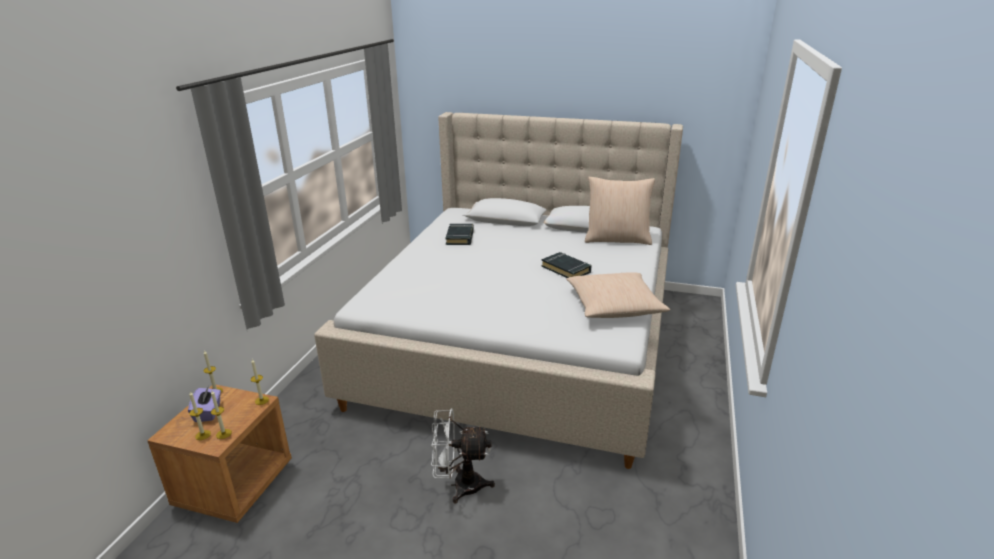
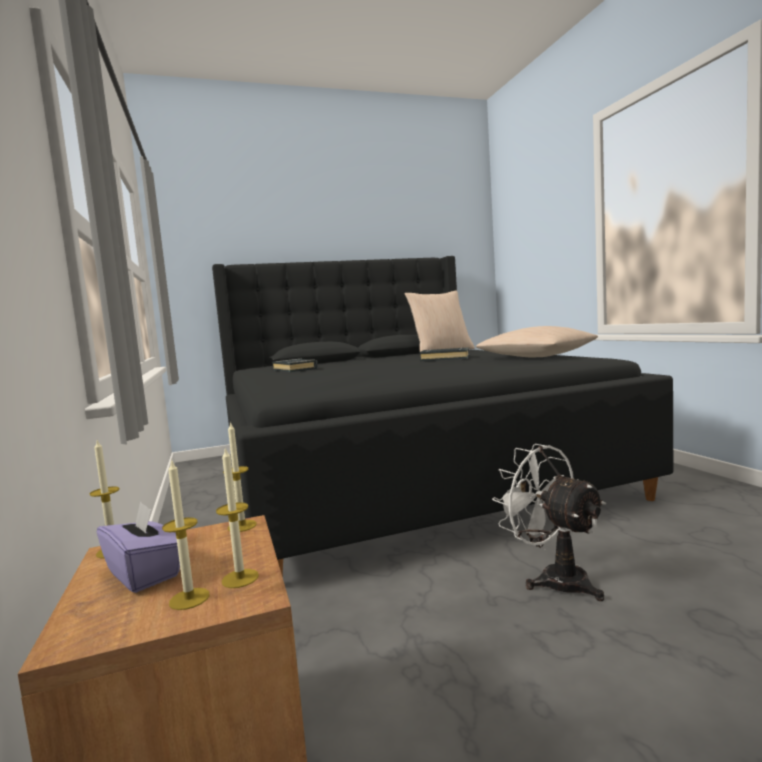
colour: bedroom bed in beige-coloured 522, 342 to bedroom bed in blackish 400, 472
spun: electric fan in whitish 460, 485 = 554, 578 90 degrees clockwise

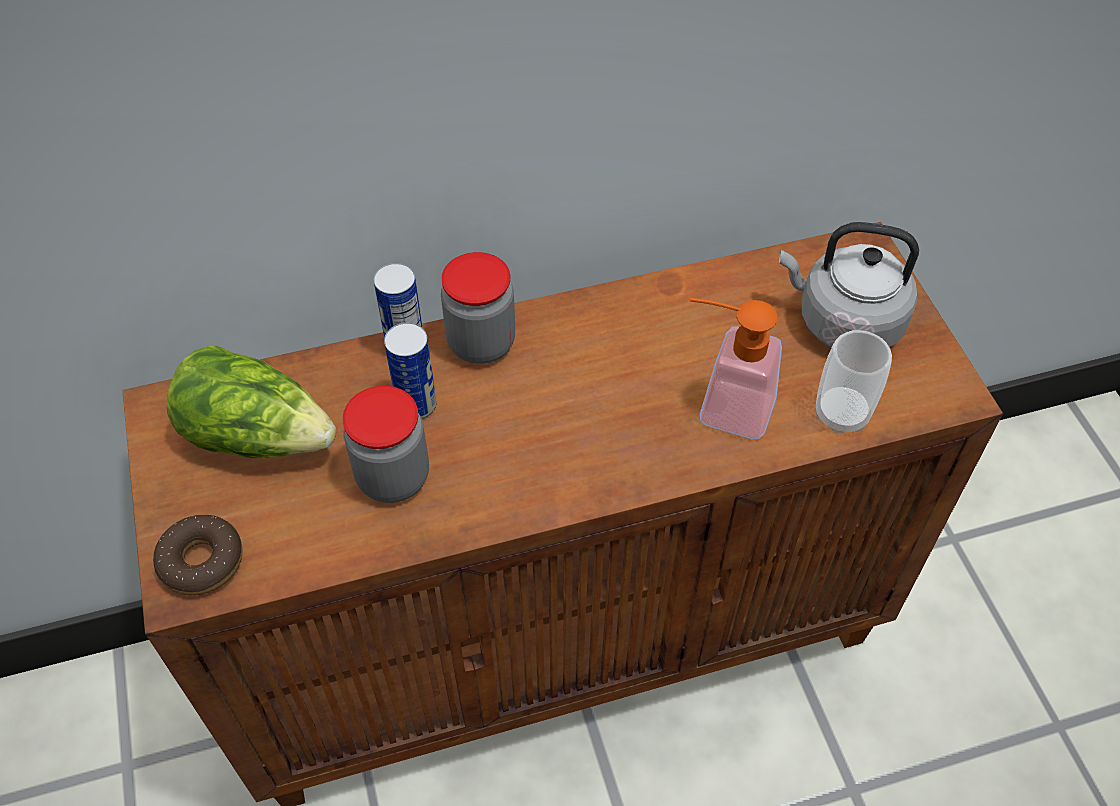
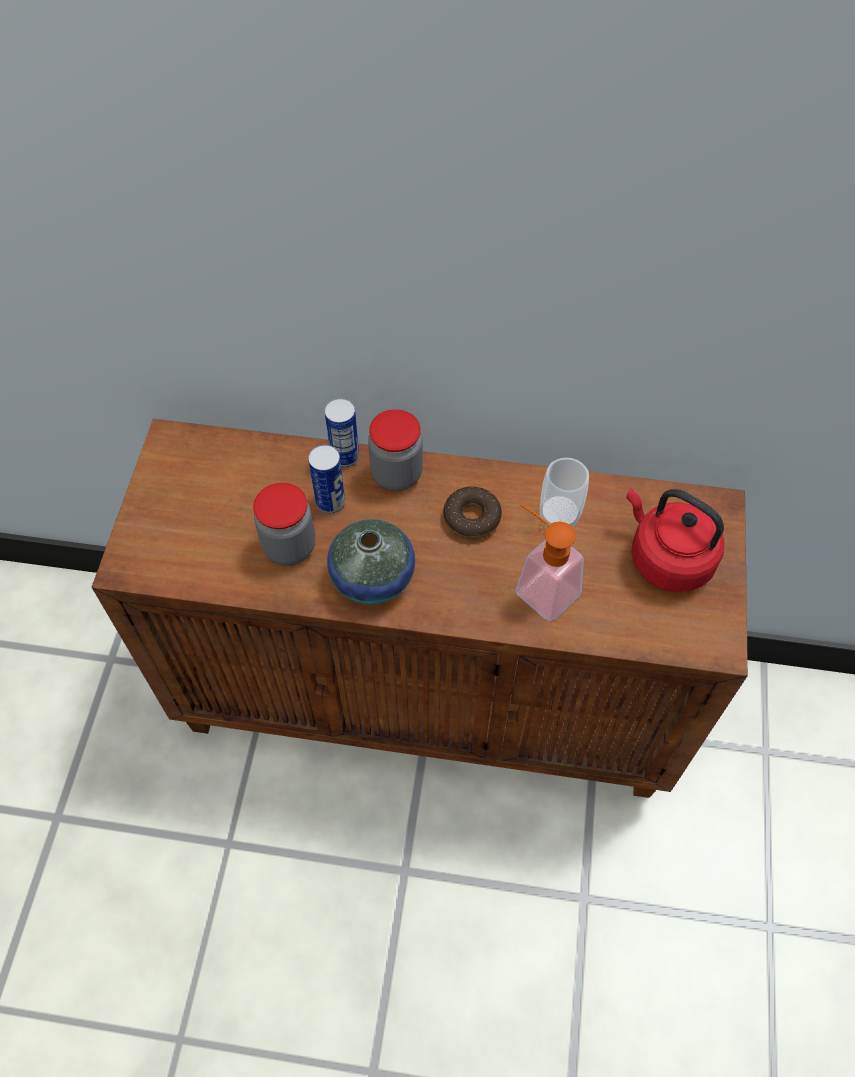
missing: head of lettuce 258, 434
appeared: vase 372, 578
relocated: doughnut 202, 561 to 472, 518; cup 841, 414 to 559, 516
colour: water kettle in grey 843, 322 to water kettle in red 666, 558

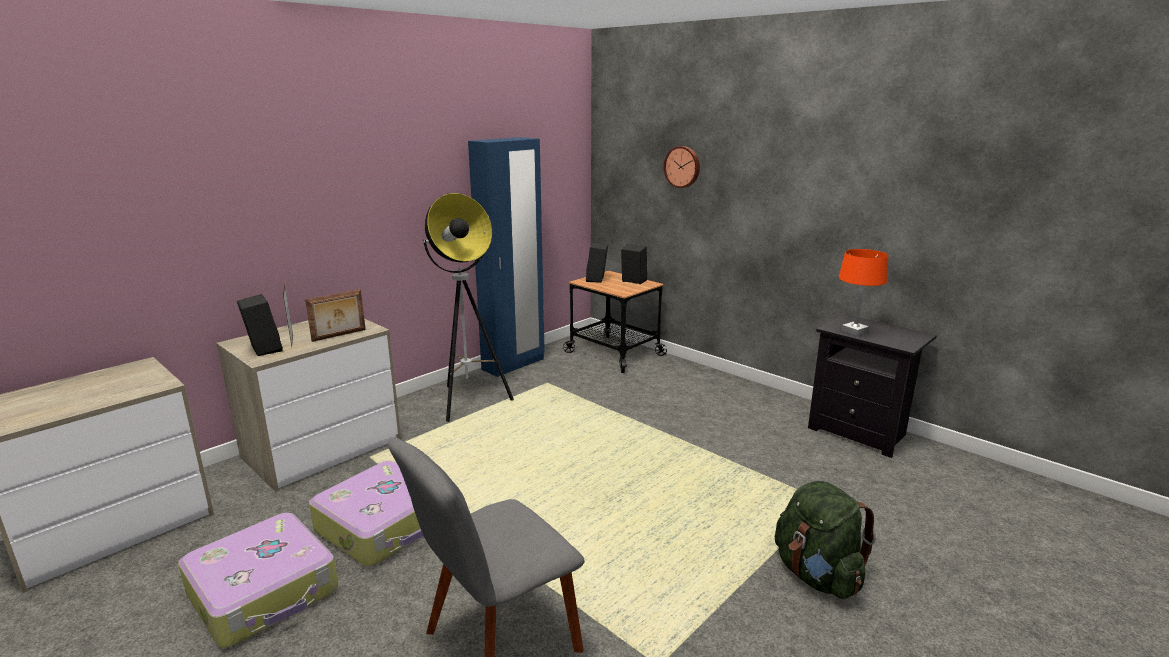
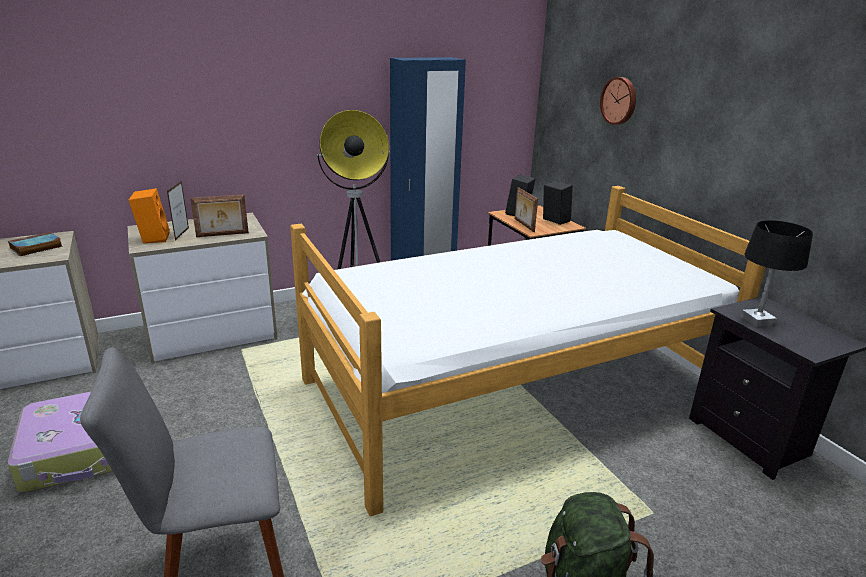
missing: suitcase 383, 525
appeared: book 35, 248; bedroom bed 514, 389; standing frame 523, 225
colour: speaker in blackish 263, 350 to speaker in orangey 153, 238; tabletop lamp in orangey 854, 331 to tabletop lamp in blackish 757, 320

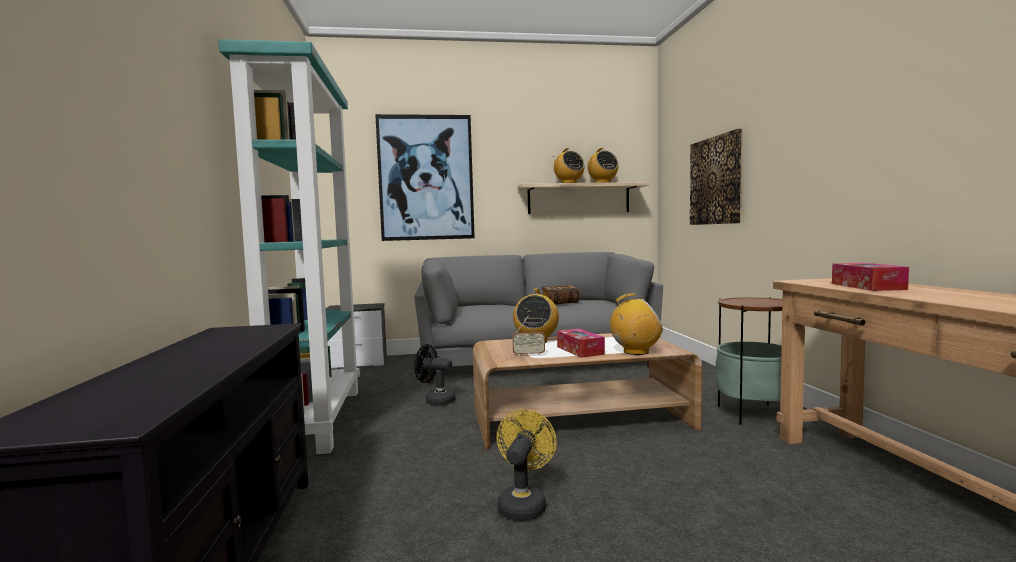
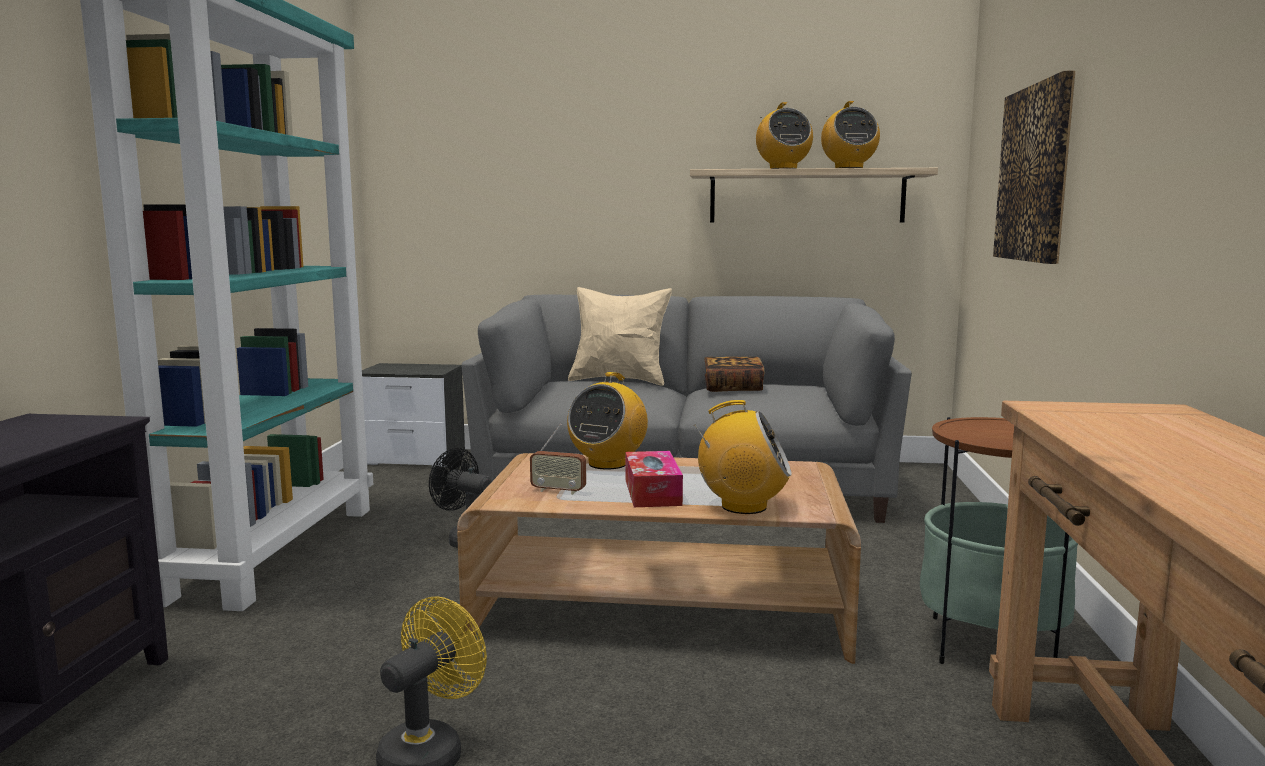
missing: picture 426, 178; box of tissues 867, 286
appeared: throw pillow in beige-coloured 619, 380

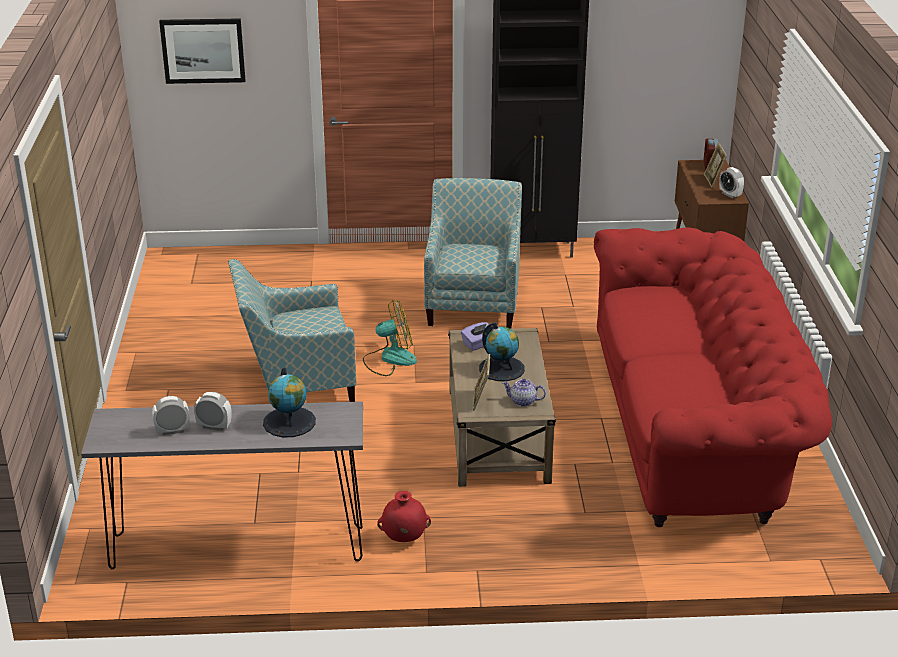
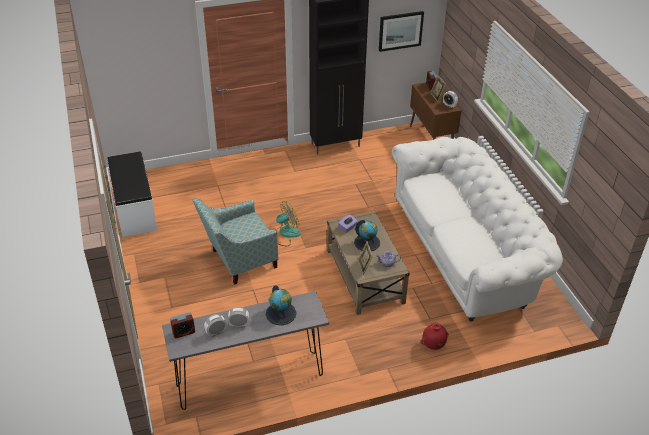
missing: armchair 473, 303
appeared: bench in whitish 134, 209; bedside clock 183, 332
relocated: picture 203, 50 to 400, 31; vase in red 404, 538 to 433, 345
colour: couch in red 696, 428 to couch in whitish 467, 252

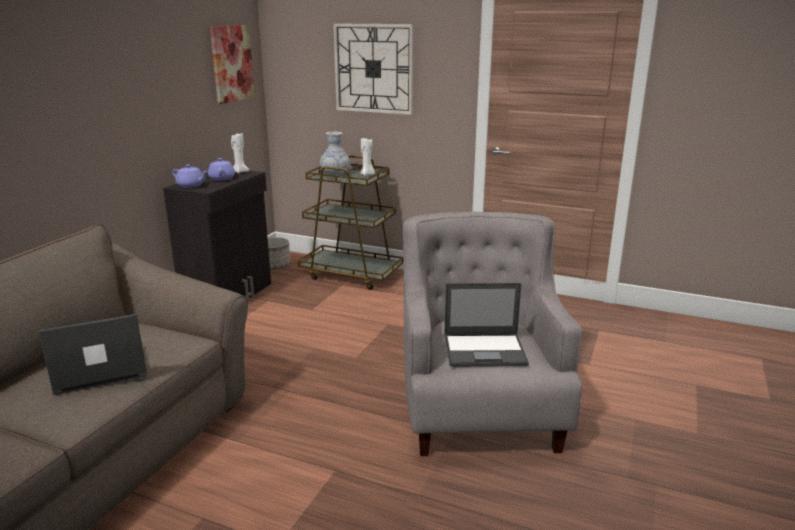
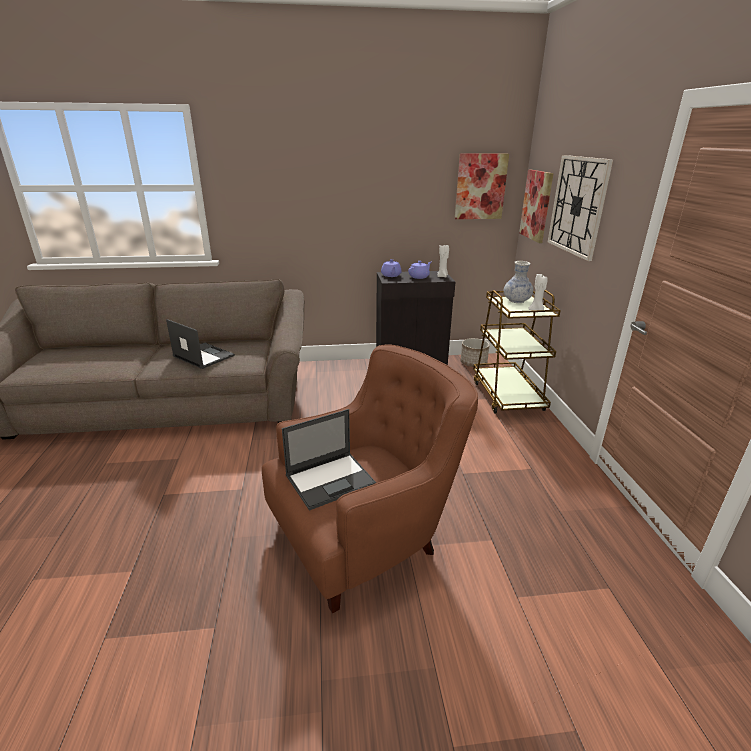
appeared: picture 536, 205
colour: armchair in grey 479, 406 to armchair in brownish 367, 534
spun: notebook computer 485, 350 = 331, 480 90 degrees counterclockwise

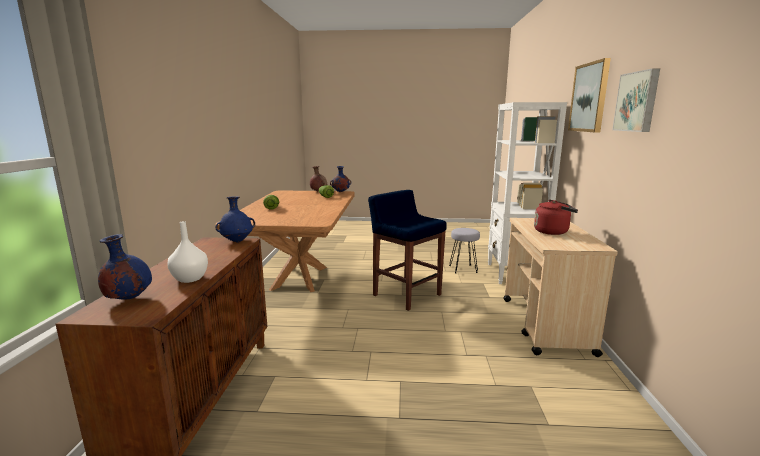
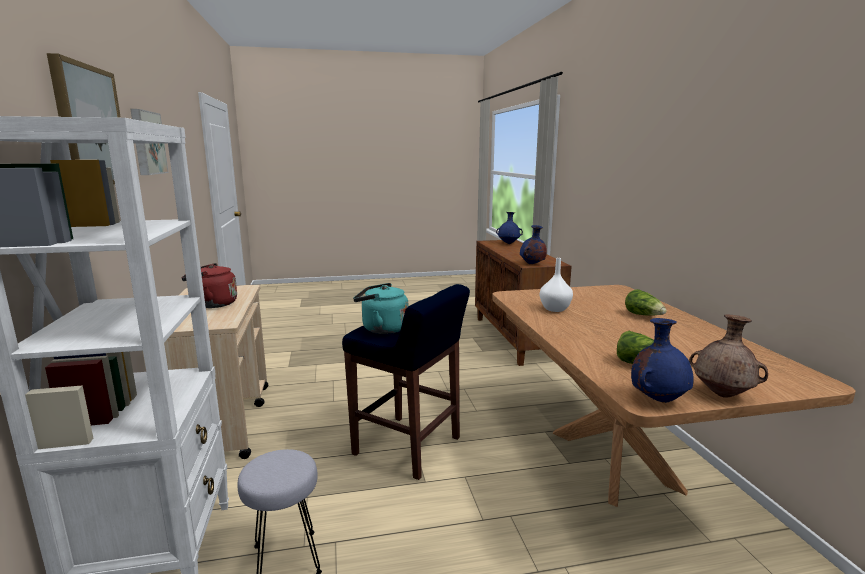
appeared: water kettle in turquoise-coloured 382, 329
relocated: vase in whitish 189, 279 to 555, 309

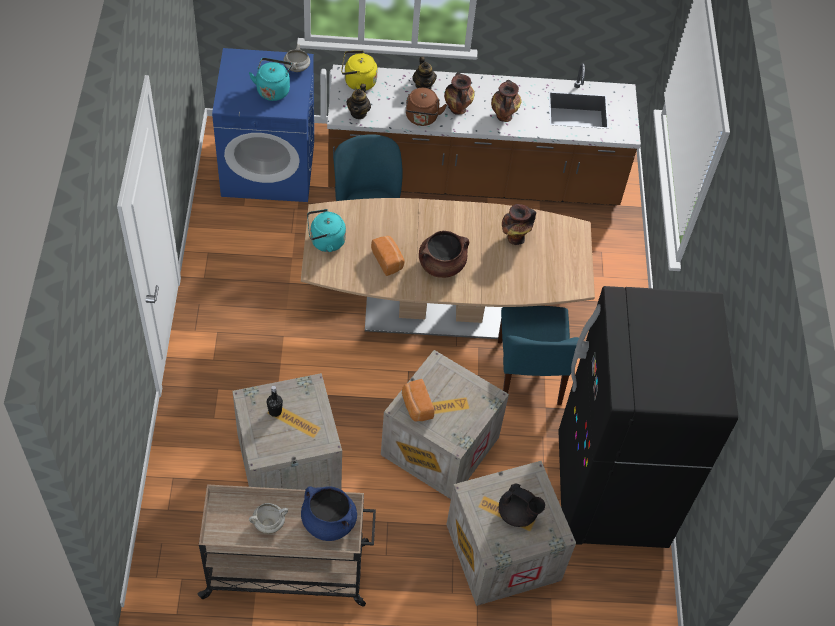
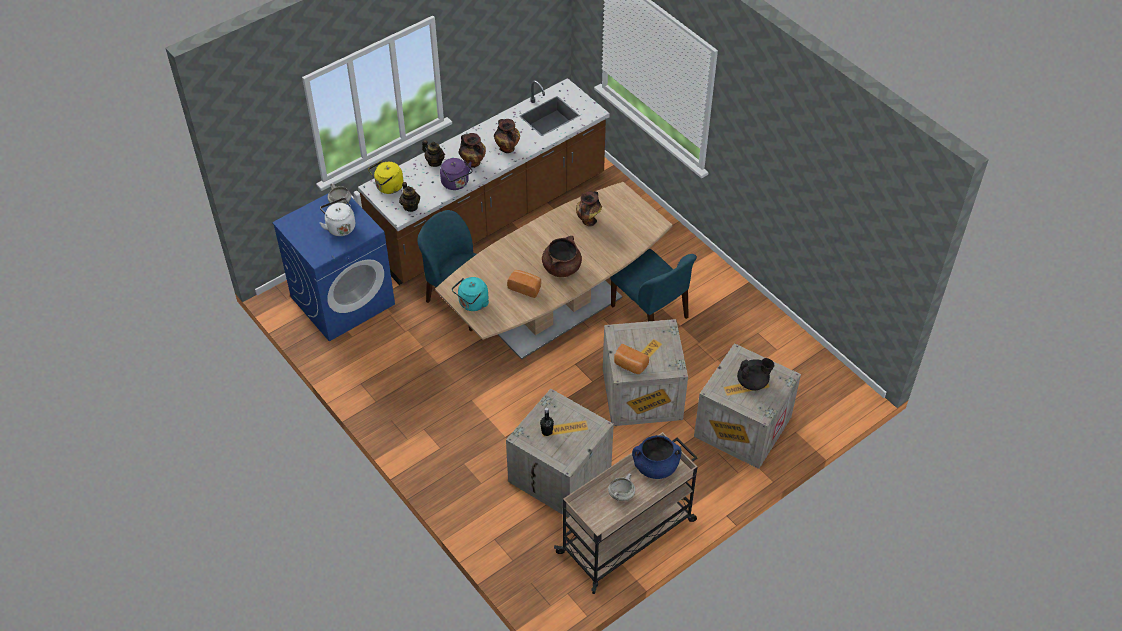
missing: kitchen fridge in blackish 610, 491
colour: water kettle in turquoise-coloured 273, 89 to water kettle in whitish 340, 227; water kettle in brownish 422, 118 to water kettle in purple-coloured 456, 183

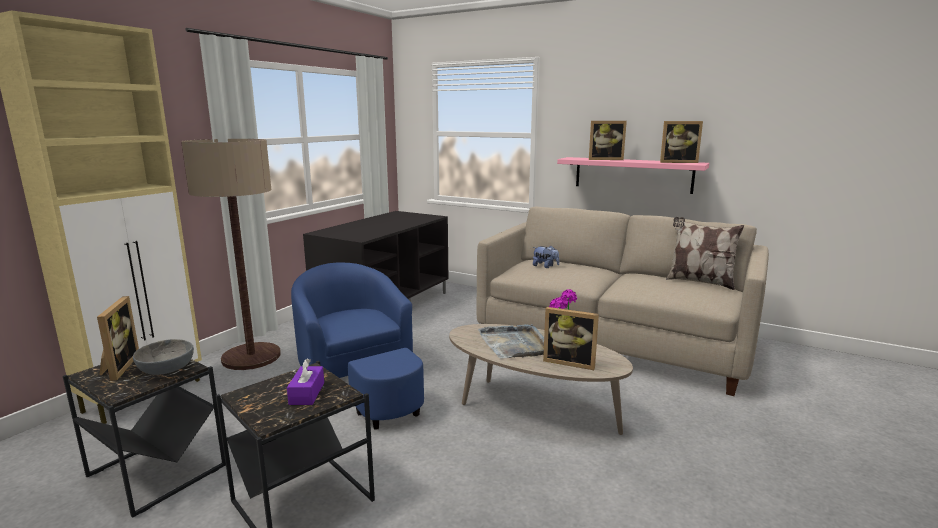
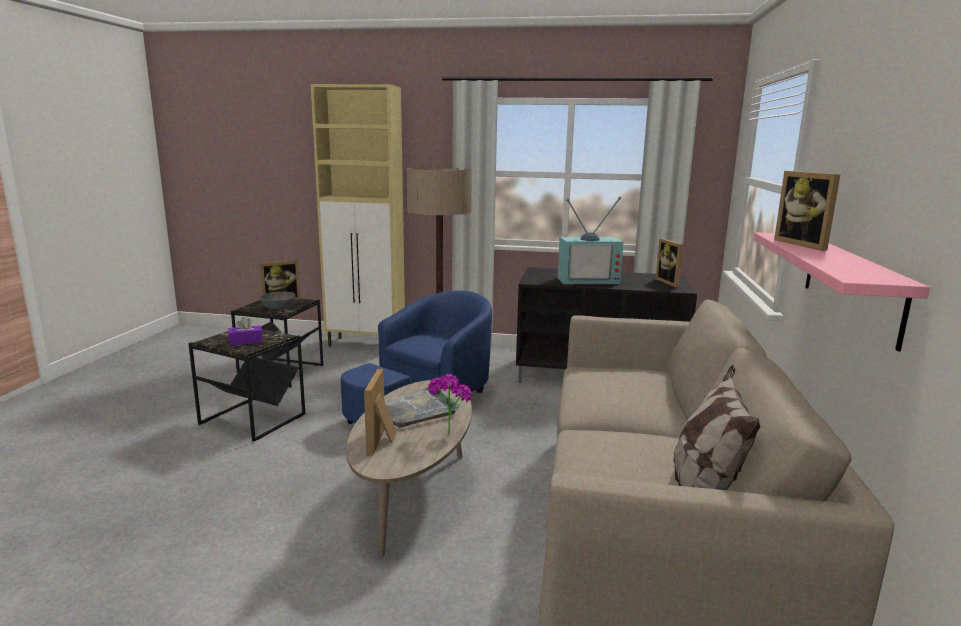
missing: cuddly toy 545, 266
appeared: TV set 588, 280
relocated: standing frame 677, 162 to 670, 282

